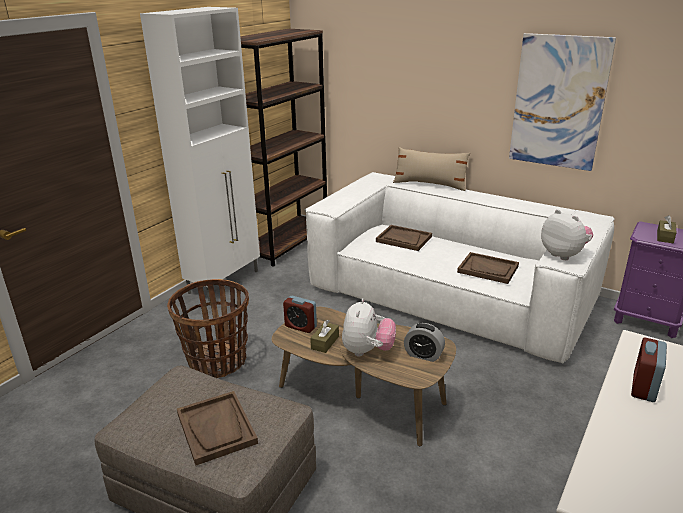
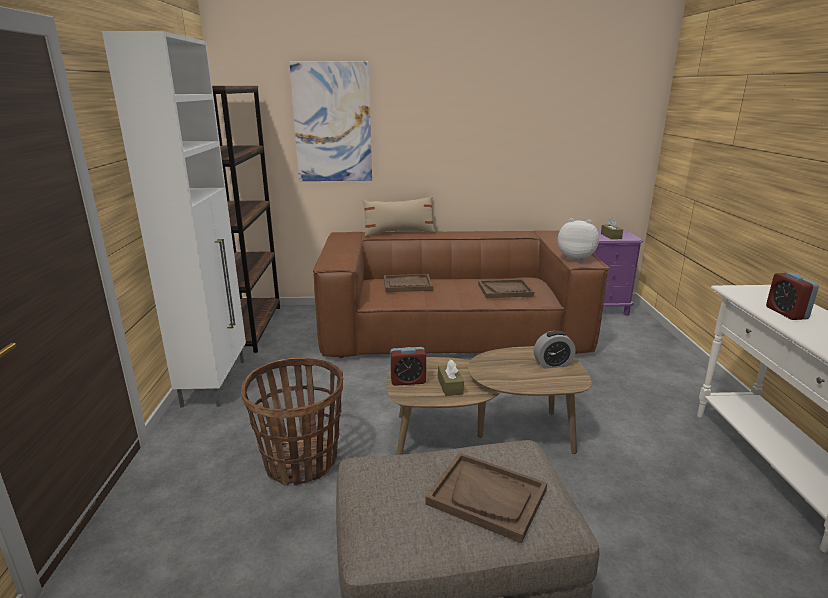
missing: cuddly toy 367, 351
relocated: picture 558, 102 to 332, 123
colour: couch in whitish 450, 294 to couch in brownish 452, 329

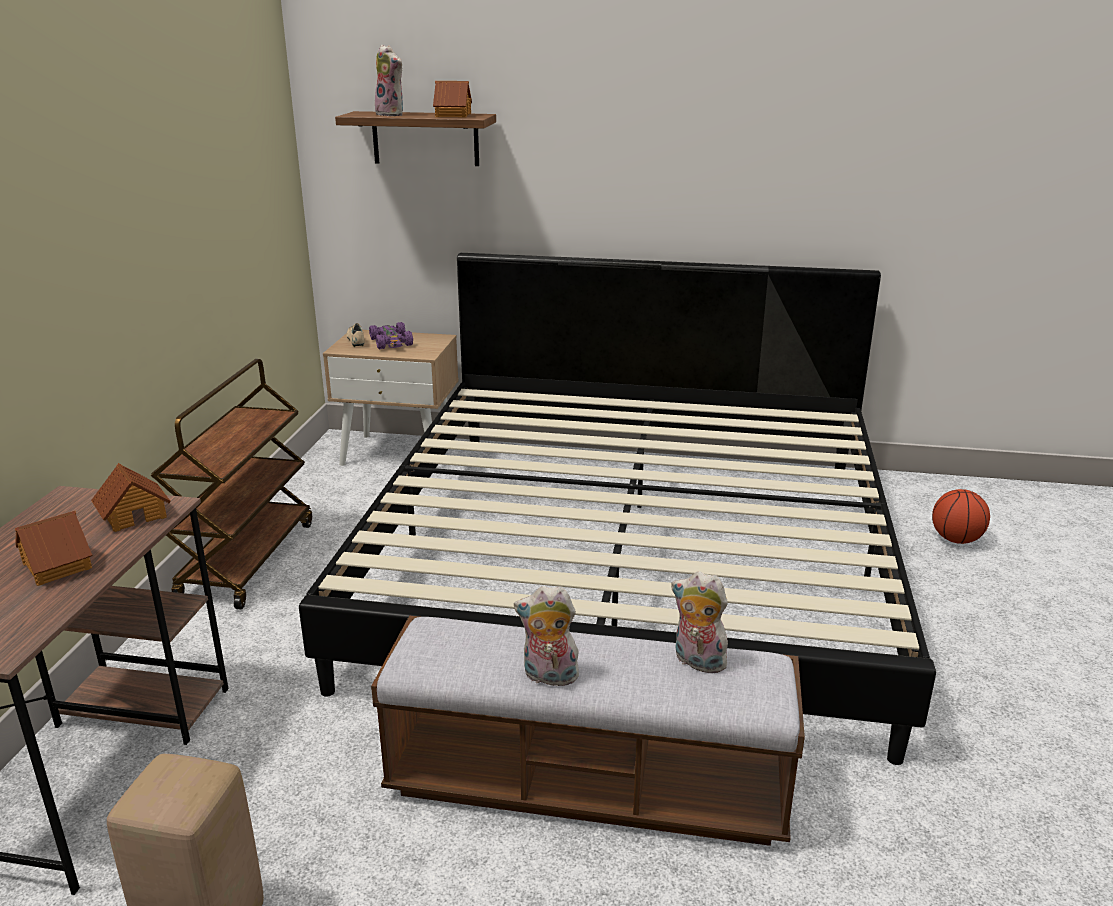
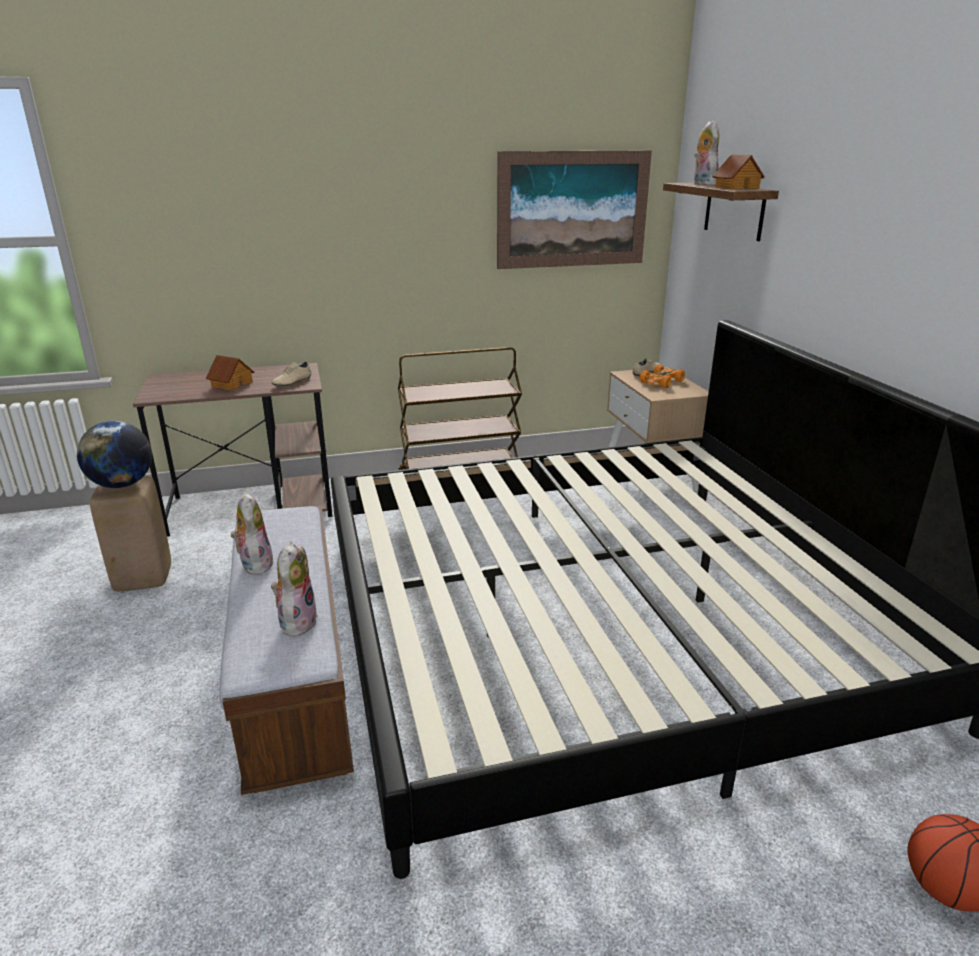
appeared: desk globe 122, 485; picture 573, 209
exchanged: toy house 134, 515 to item of footwear in beige-coloured 292, 382
colour: toy car in purple-coloured 392, 342 to toy car in orangey 661, 382
spun: cuddly toy 392, 114 = 702, 184 150 degrees clockwise

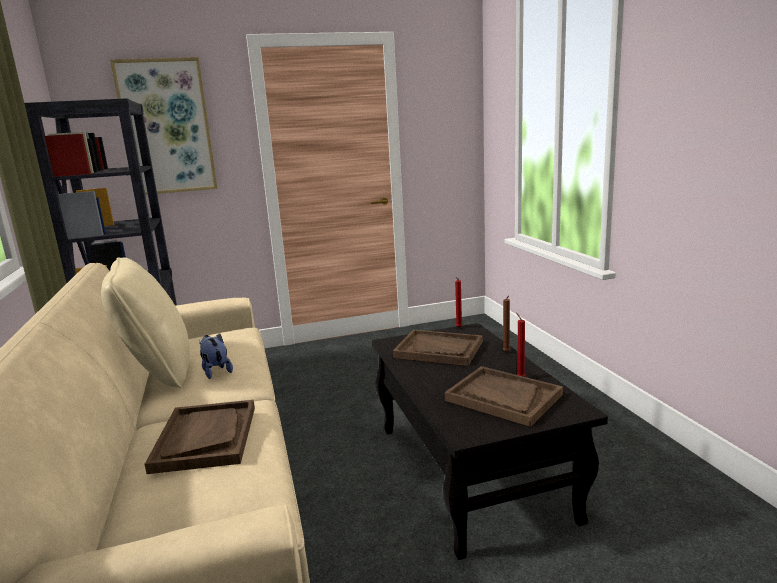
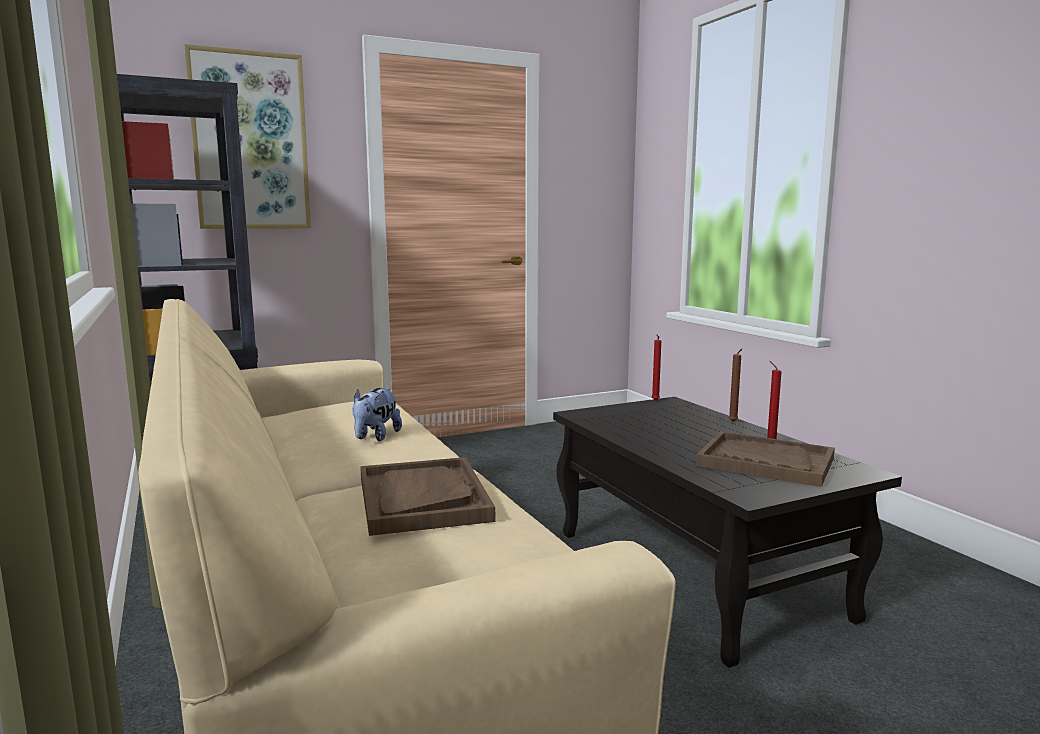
missing: throw pillow in beige-coloured 158, 372; tray in brownish 439, 349
spun: cuddly toy 216, 371 = 375, 437 120 degrees counterclockwise

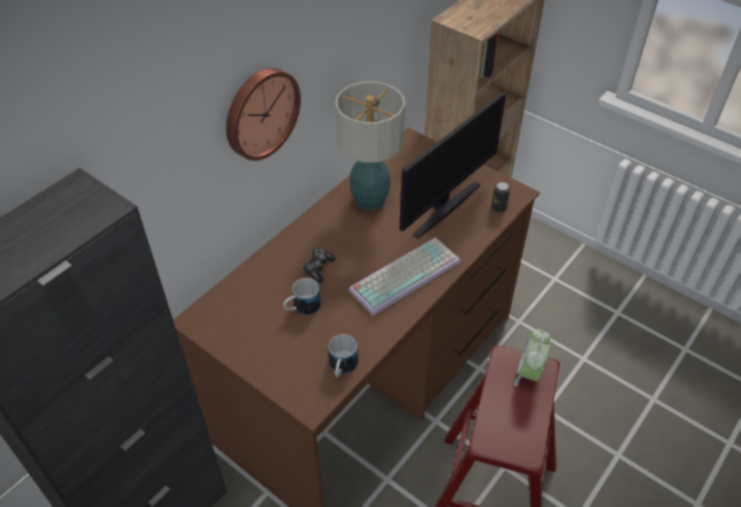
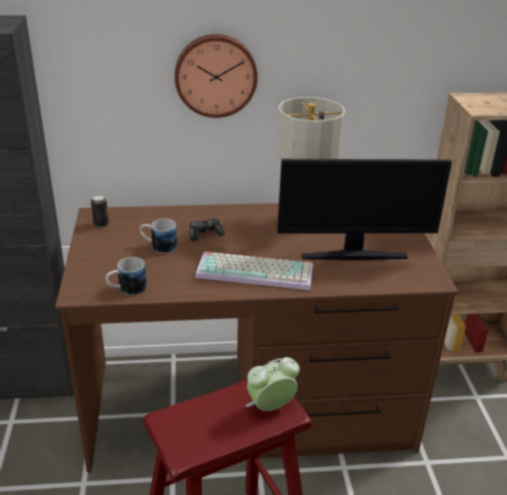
relocated: can 498, 208 to 101, 224

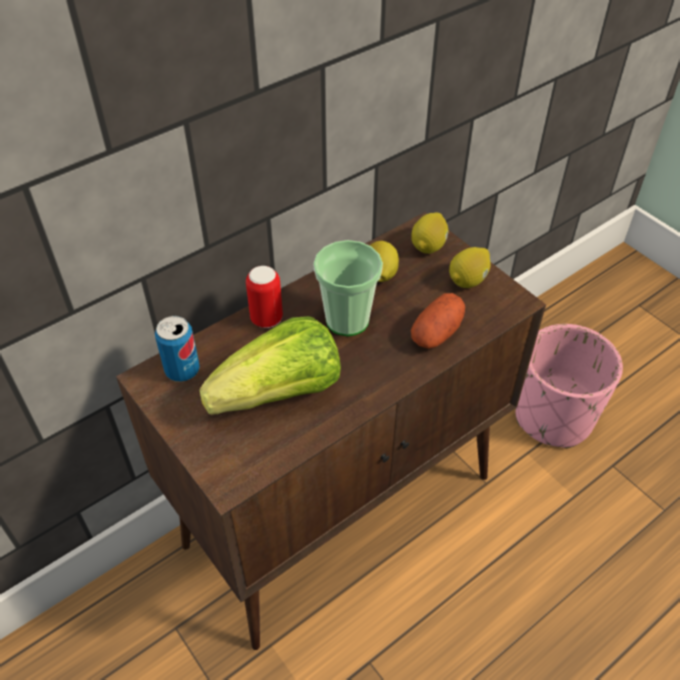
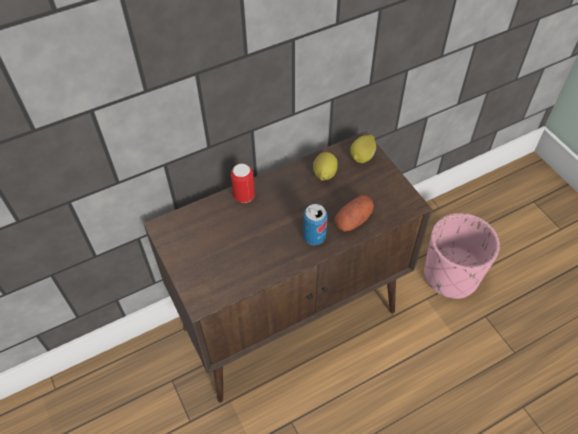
missing: head of lettuce 281, 394; cup 347, 320; whole lemon 468, 280
relocated: can 182, 370 to 314, 237

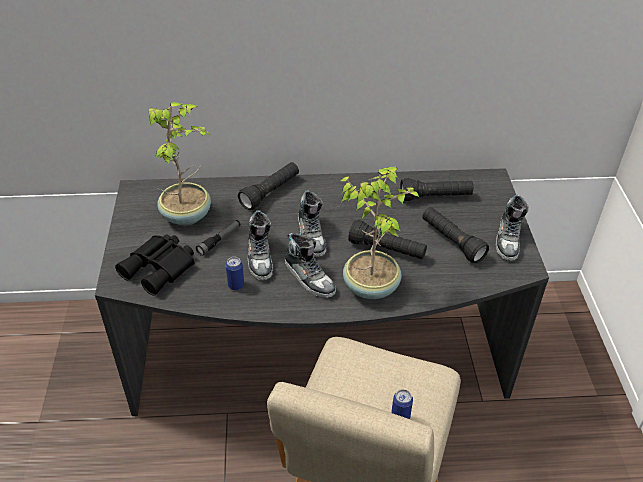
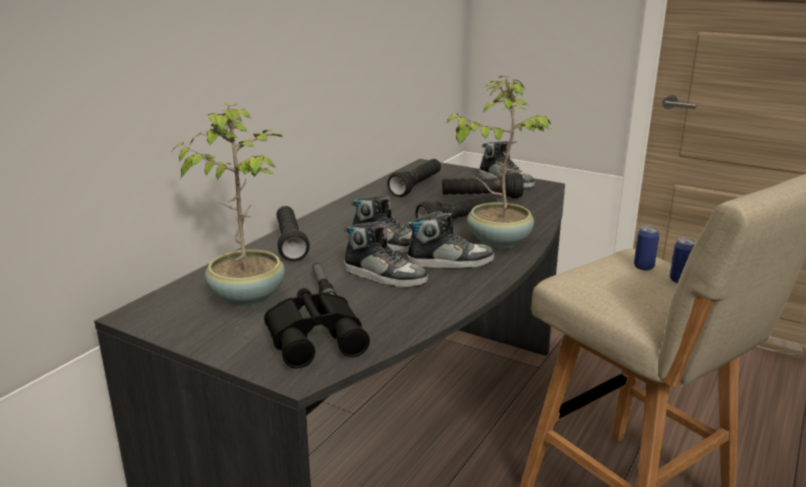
relocated: can 236, 285 to 643, 267

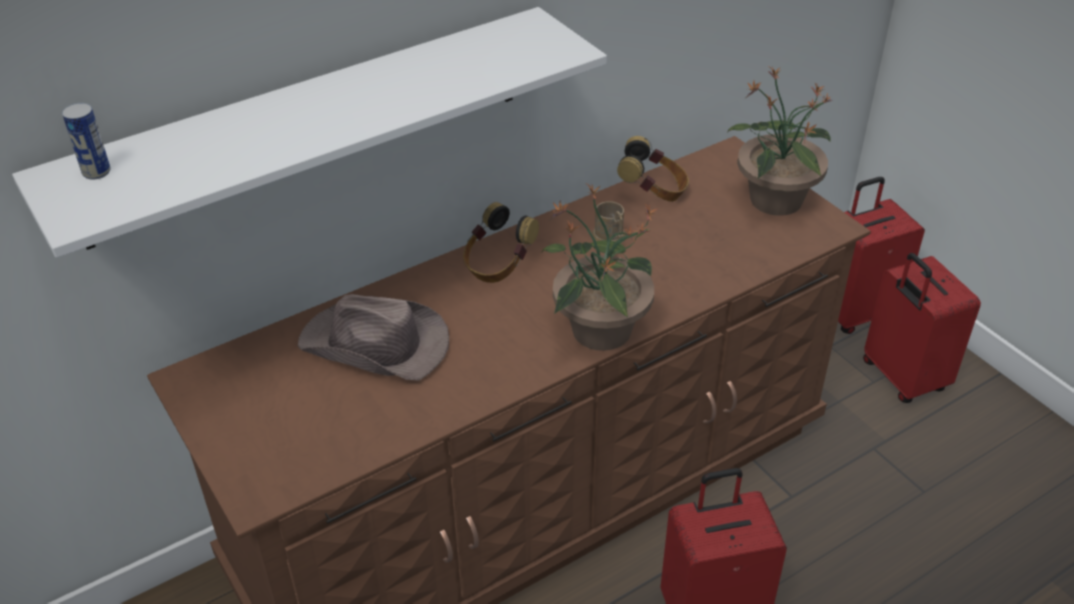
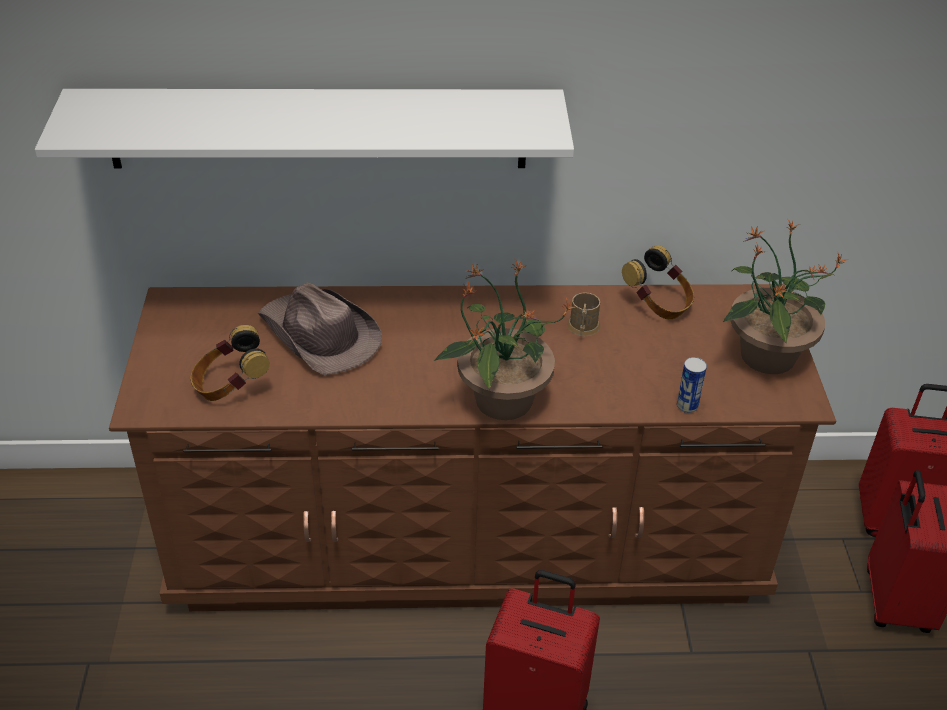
relocated: can 96, 172 to 687, 406; headphones 498, 265 to 230, 386

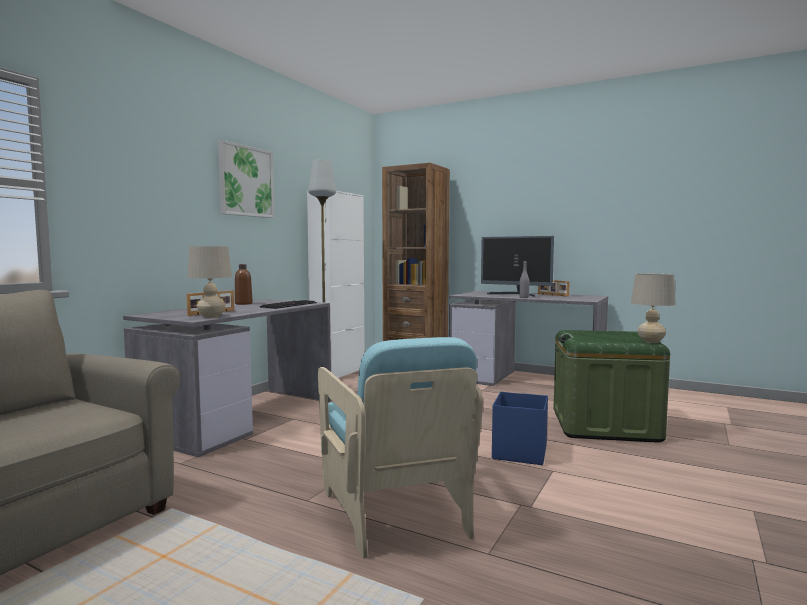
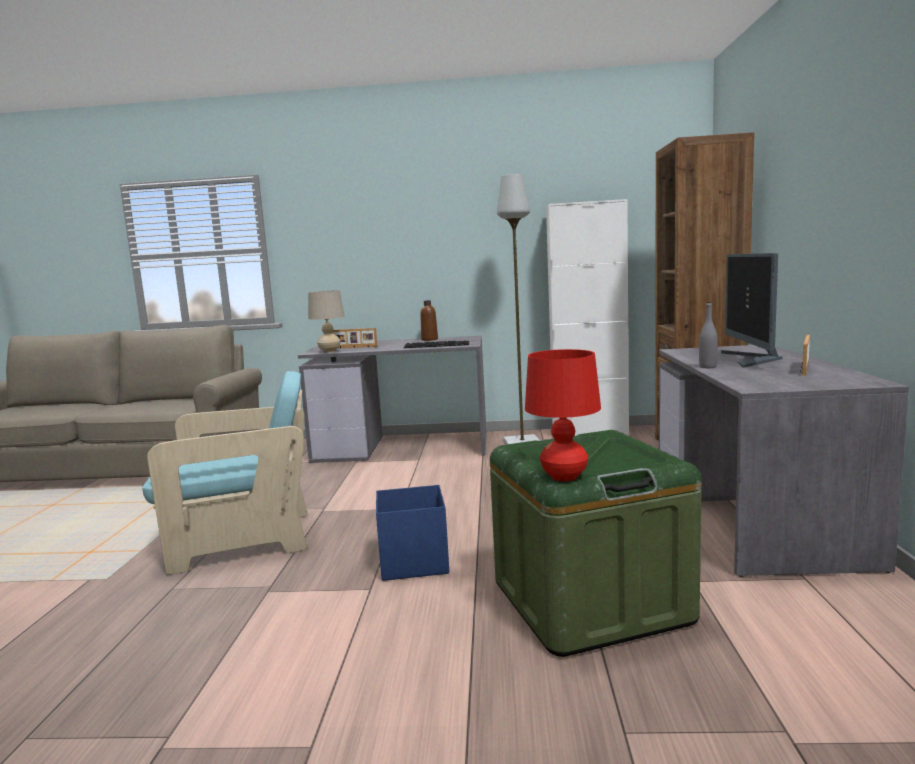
missing: picture 245, 181
colour: tabletop lamp in beige-coloured 651, 342 to tabletop lamp in red 564, 477
spun: armchair in turquoise-coloured 396, 510 = 241, 540 150 degrees counterclockwise

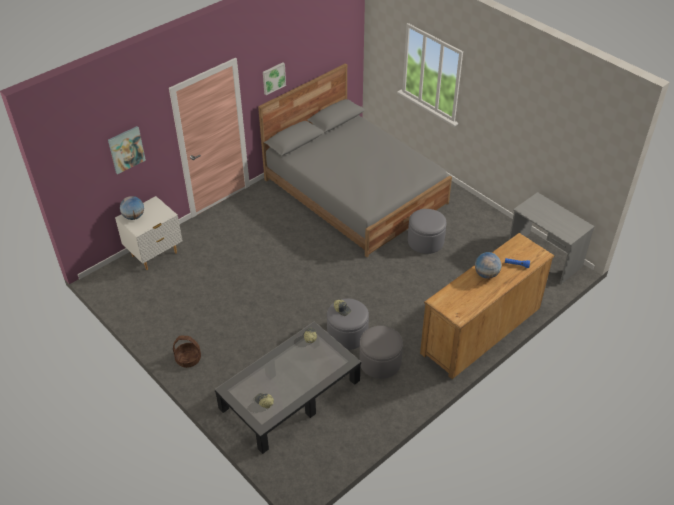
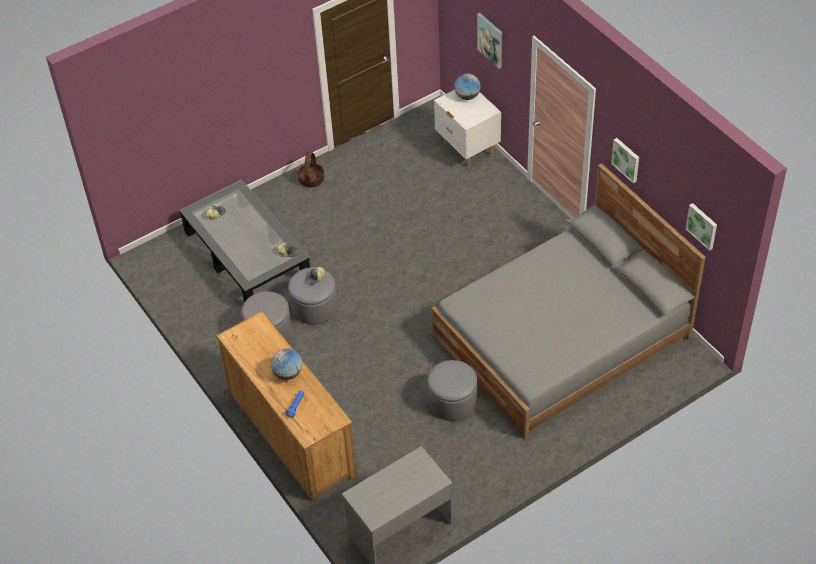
appeared: picture 702, 226

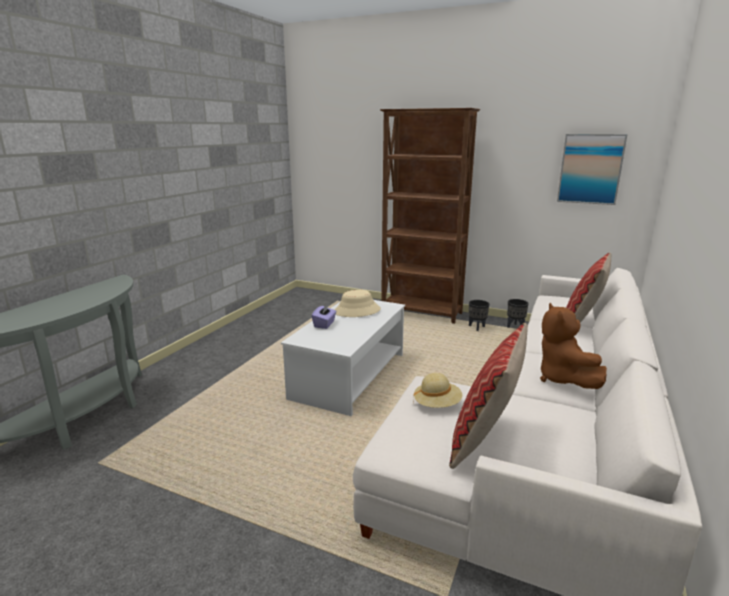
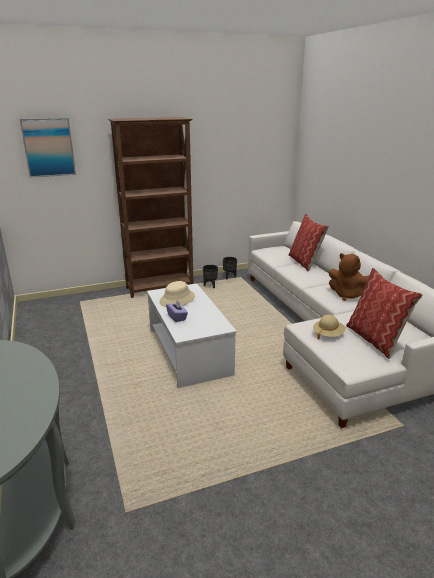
relocated: picture 590, 169 to 48, 147

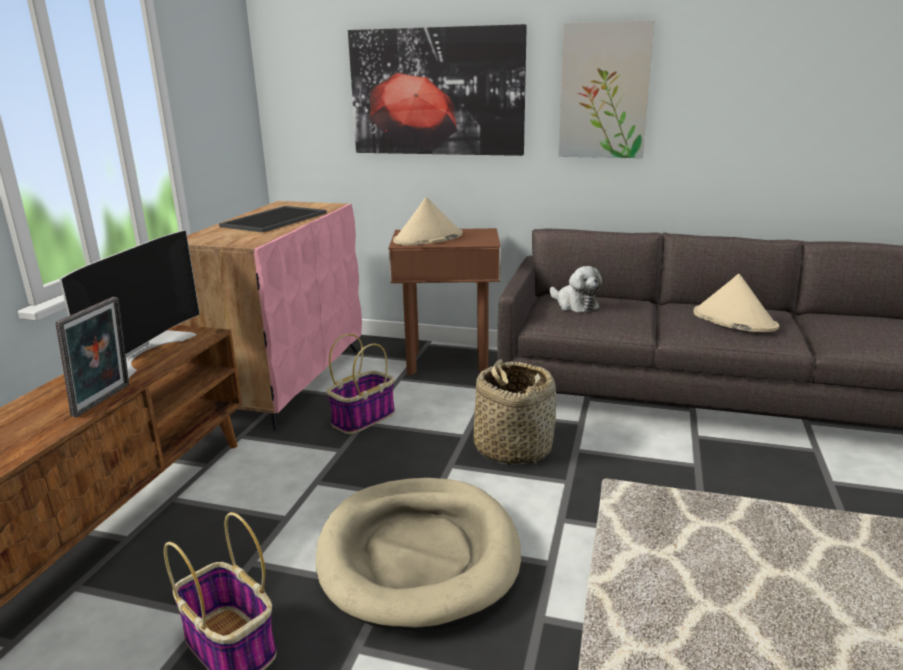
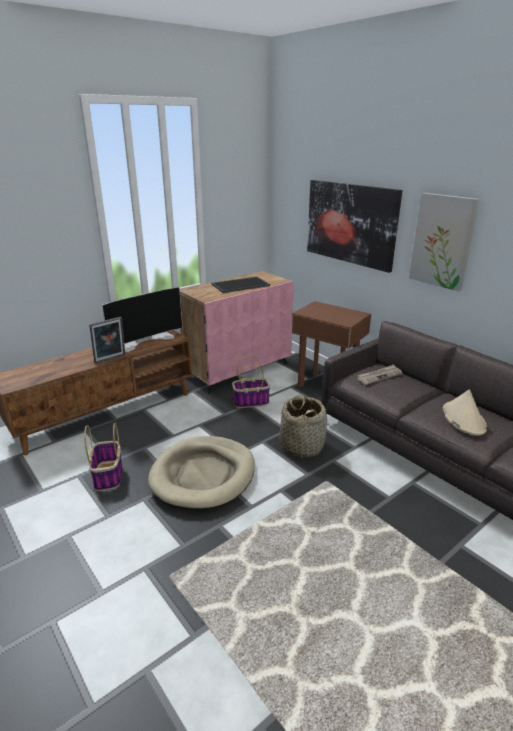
missing: wearable hat in beige-coloured 428, 238
exchanged: cuddly toy 574, 305 to printed paper 379, 376

